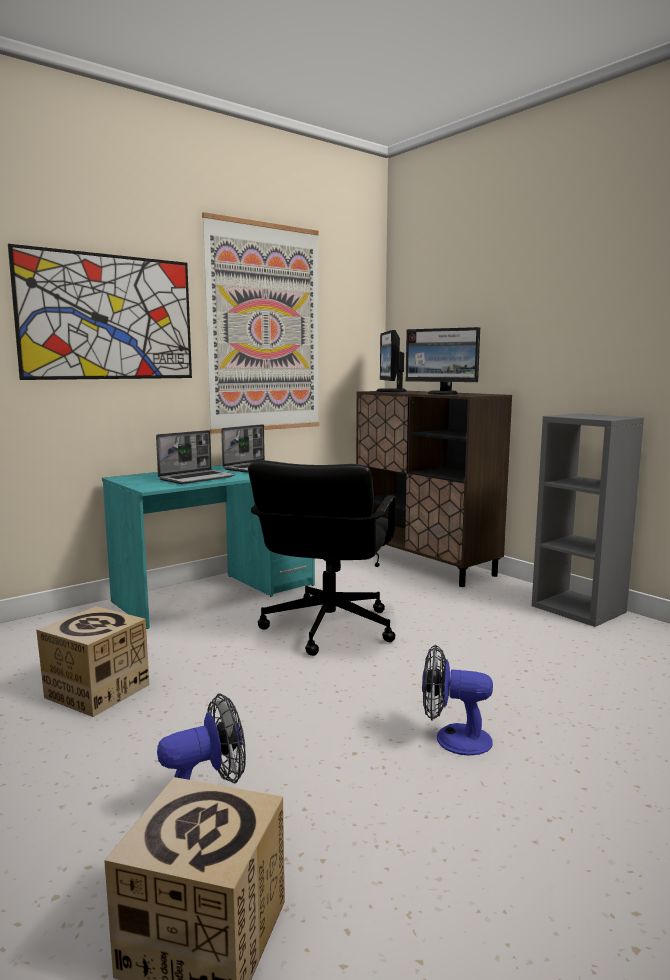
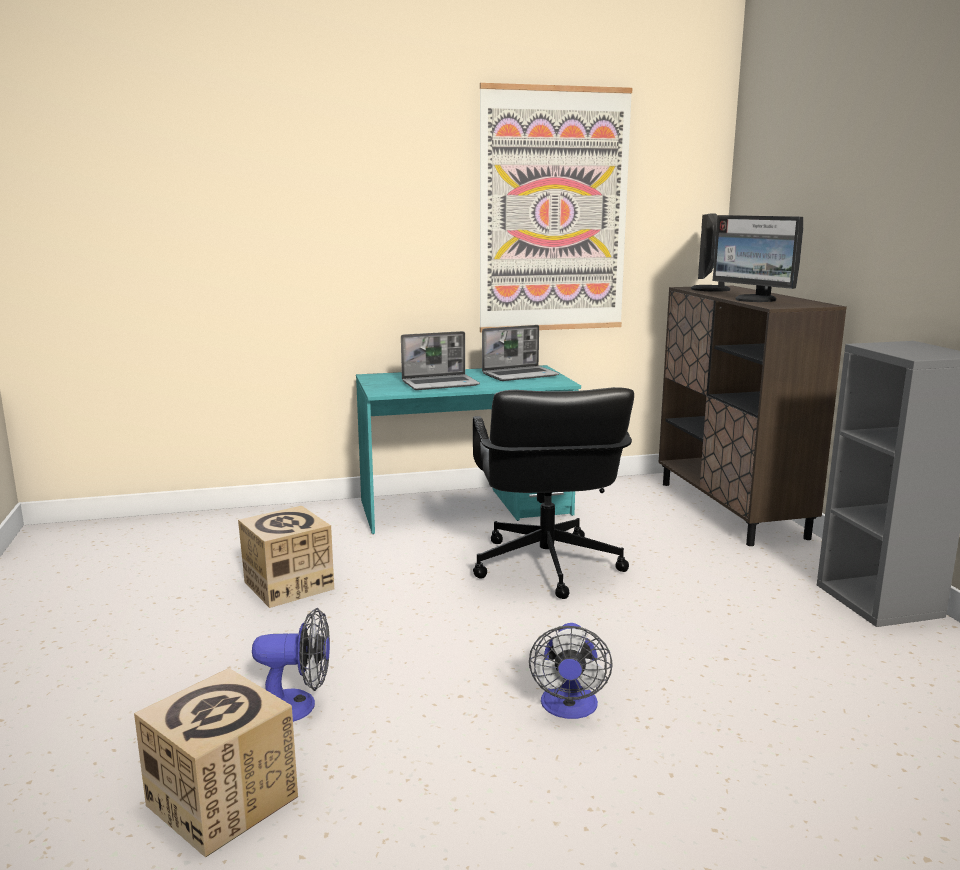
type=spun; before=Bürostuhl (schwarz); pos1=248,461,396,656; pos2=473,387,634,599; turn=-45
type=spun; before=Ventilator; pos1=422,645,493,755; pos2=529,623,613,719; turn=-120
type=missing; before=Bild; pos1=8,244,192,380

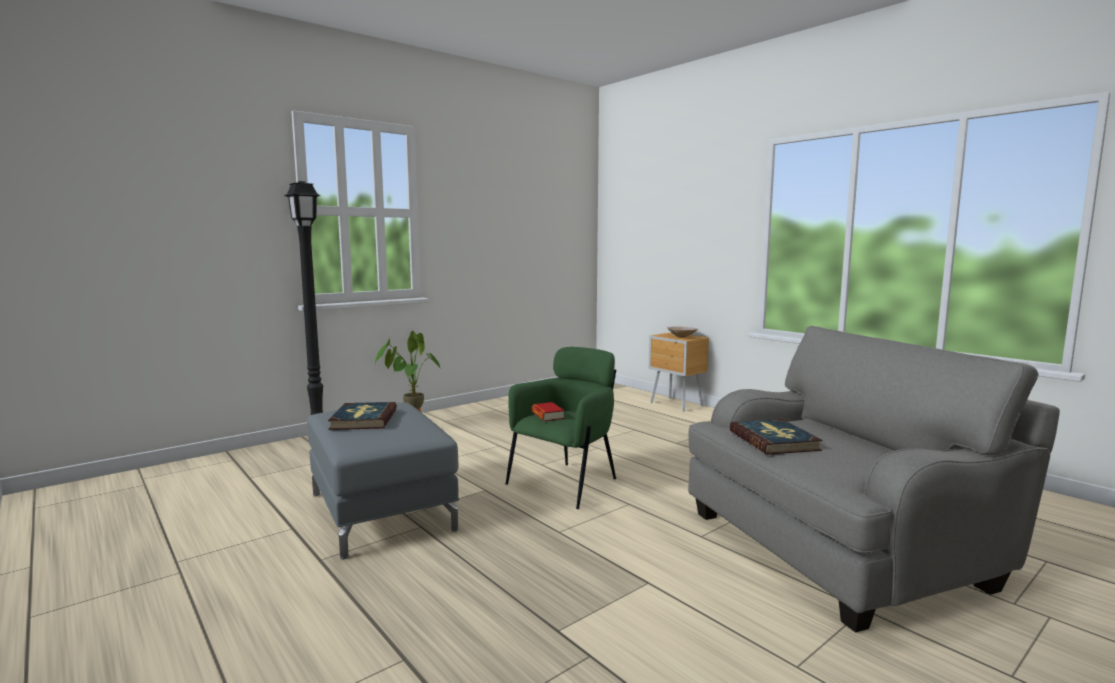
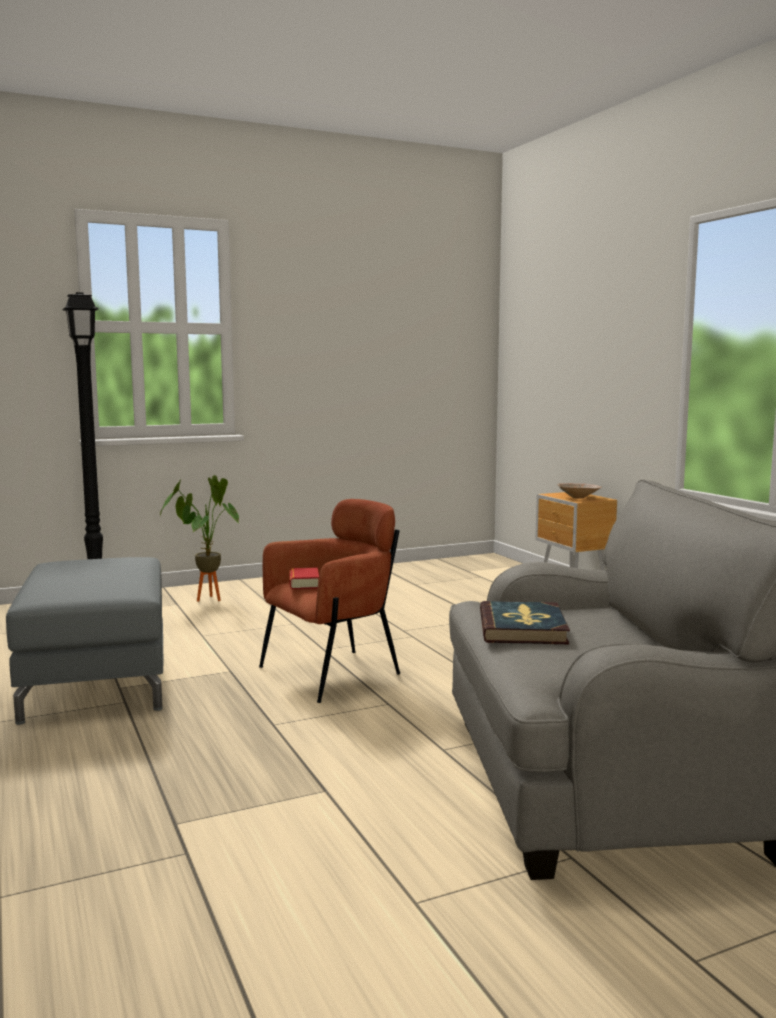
type=colour; before=Sessel (grün); after=Sessel (braun); pos1=505,347,616,509; pos2=259,499,400,703
type=missing; before=Buch; pos1=328,402,397,430

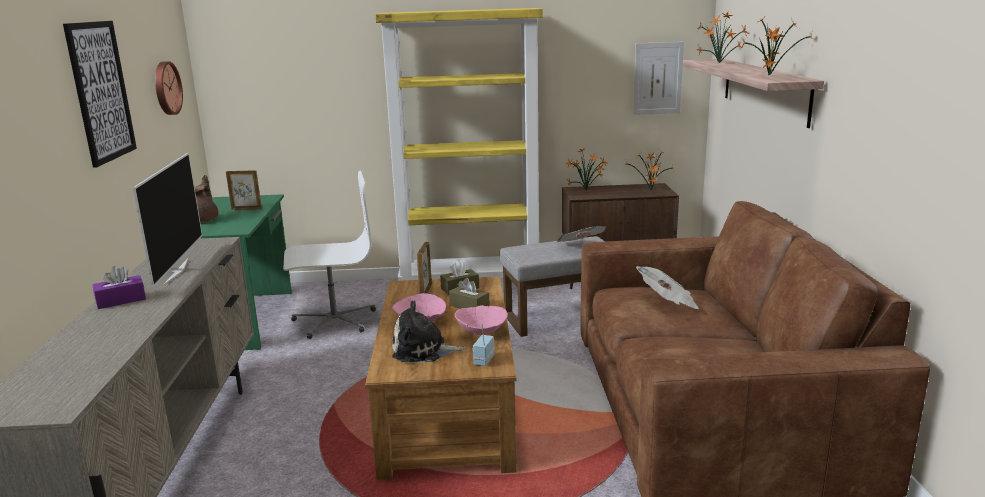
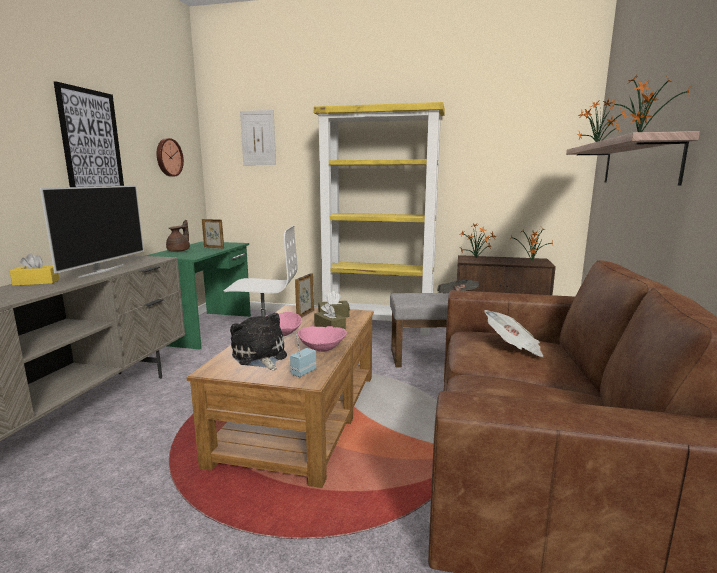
type=colour; before=Taschentuchbox (lila); after=Taschentuchbox (gelb); pos1=93,266,146,309; pos2=10,253,59,286
type=spun; before=Plüschtier; pos1=392,301,465,362; pos2=230,313,287,370; turn=45
type=relocated; before=Bild; pos1=633,42,684,115; pos2=240,110,276,165

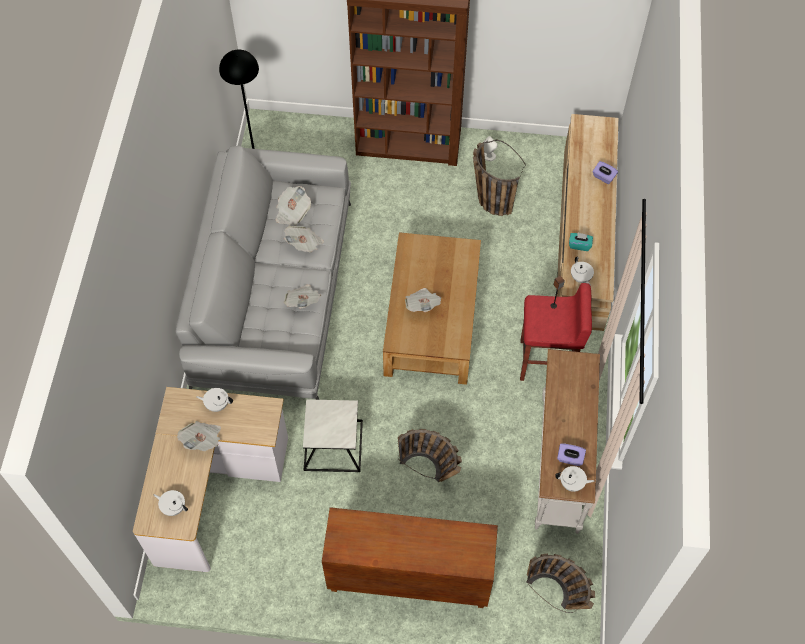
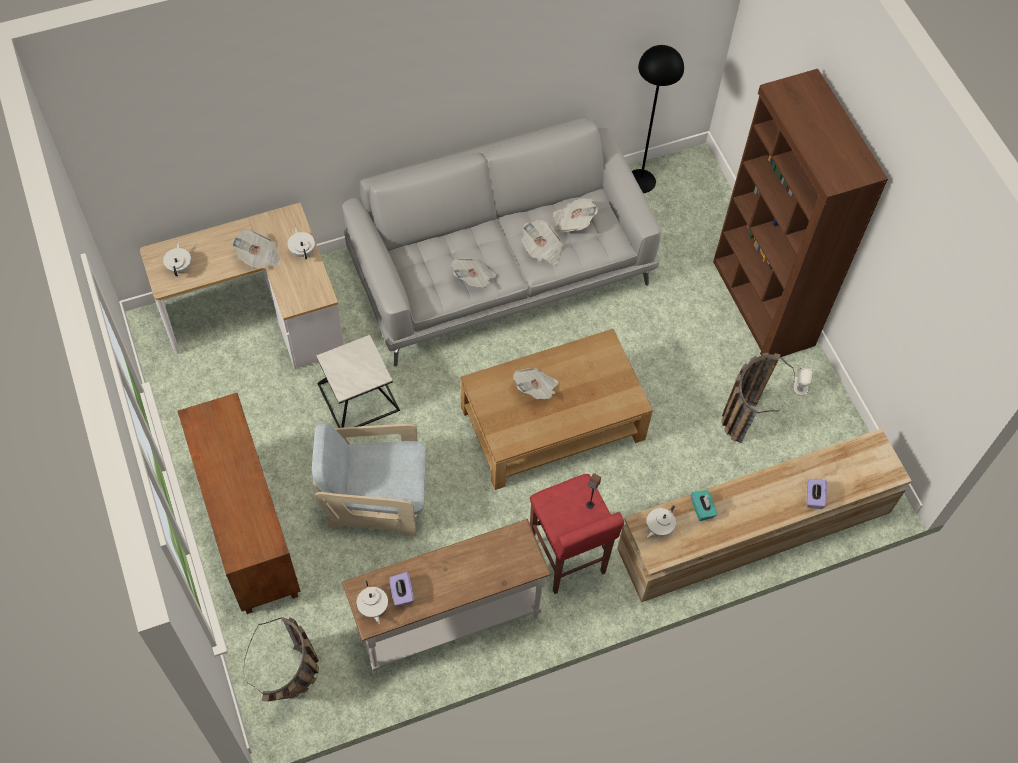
type=exchanged; before=Korb; after=Sessel (beige); pos1=398,429,462,482; pos2=312,423,426,536

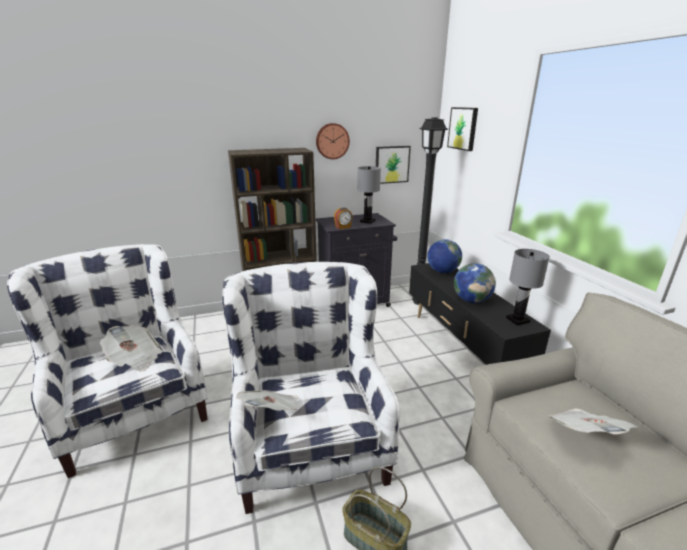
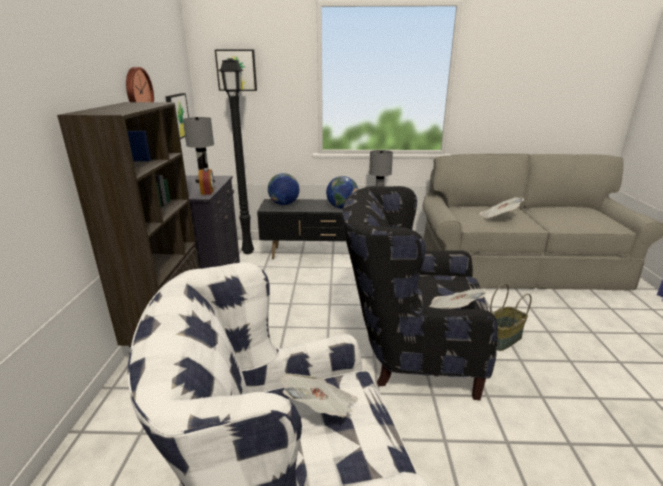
type=colour; before=Sessel (weiß); after=Sessel (schwarz); pos1=222,262,399,514; pos2=342,186,498,400

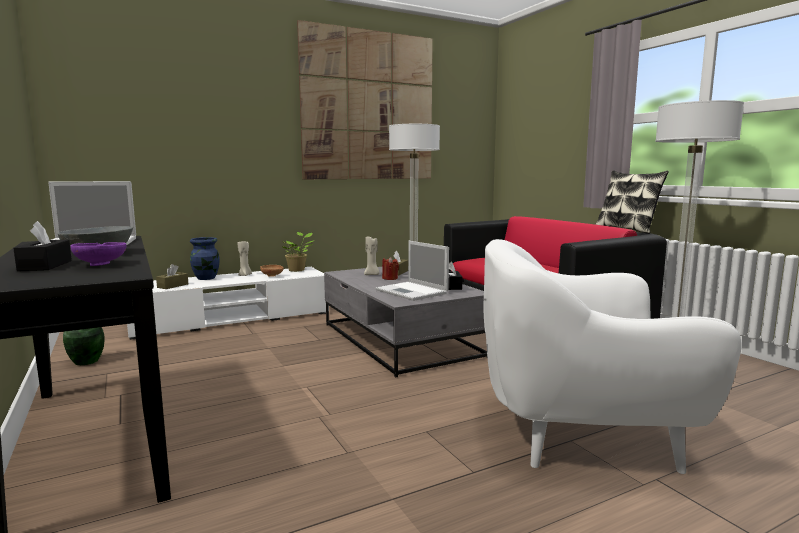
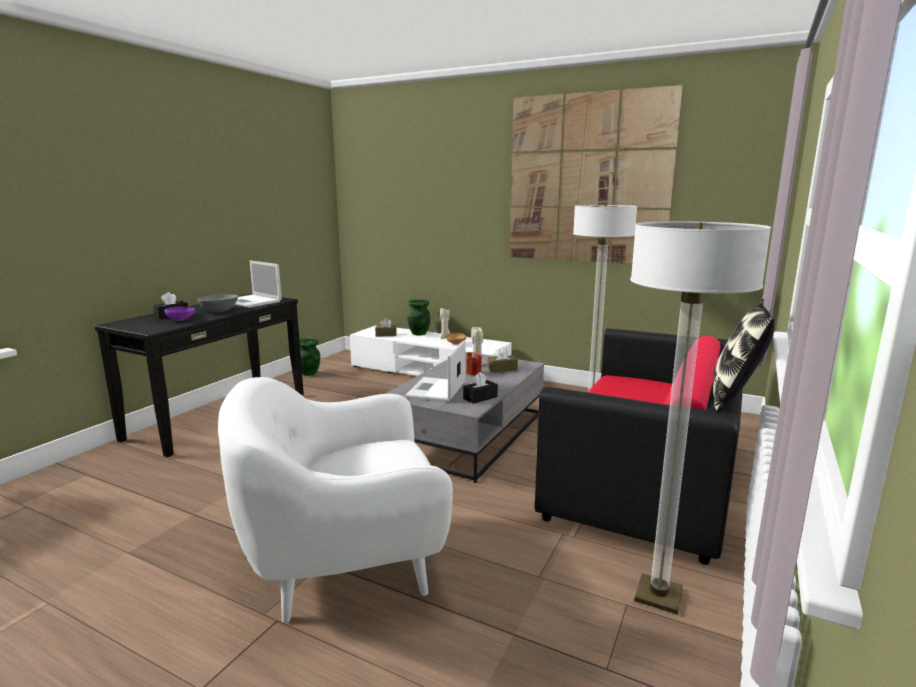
type=spun; before=Sessel (weiß); pos1=484,239,742,474; pos2=218,377,453,623; turn=-75
type=colour; before=Vase (blau); after=Vase (grün); pos1=190,237,220,280; pos2=407,299,430,336
type=missing; before=Topfpflanze; pos1=283,232,315,272

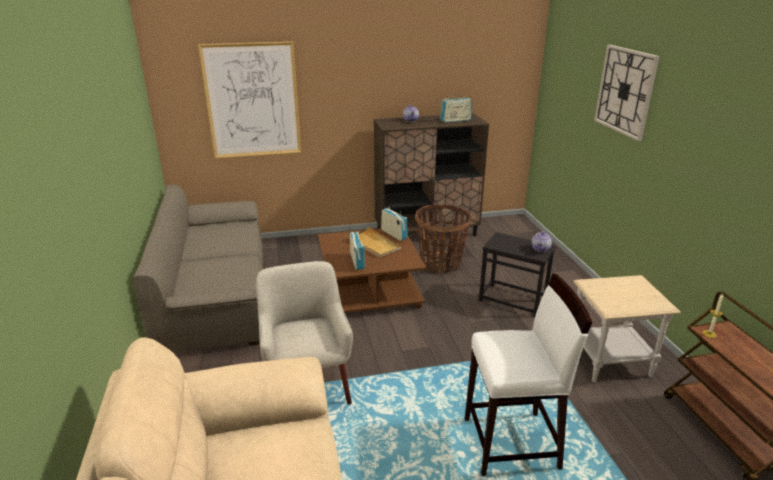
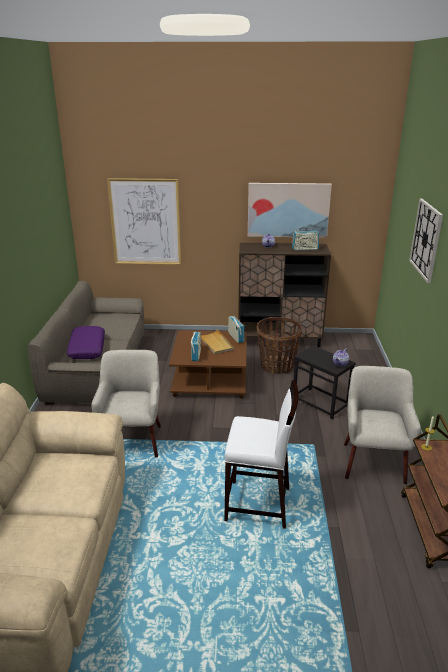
type=appeared; after=Kissen (lila); pos2=67,326,105,359
type=appeared; after=Bild; pos2=248,183,332,238
type=exchanged; before=Beistelltisch (beige); after=Sessel (beige); pos1=573,275,681,382; pos2=344,366,421,484

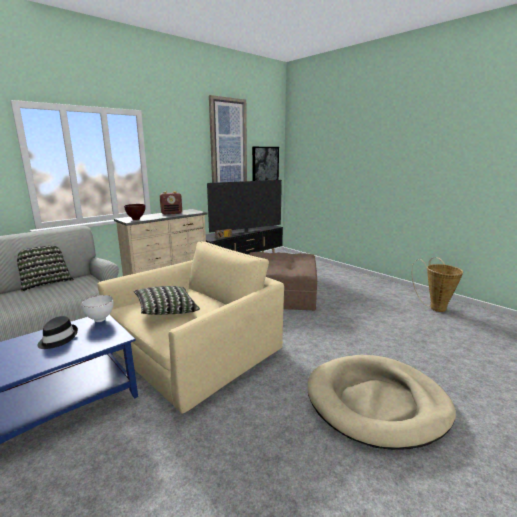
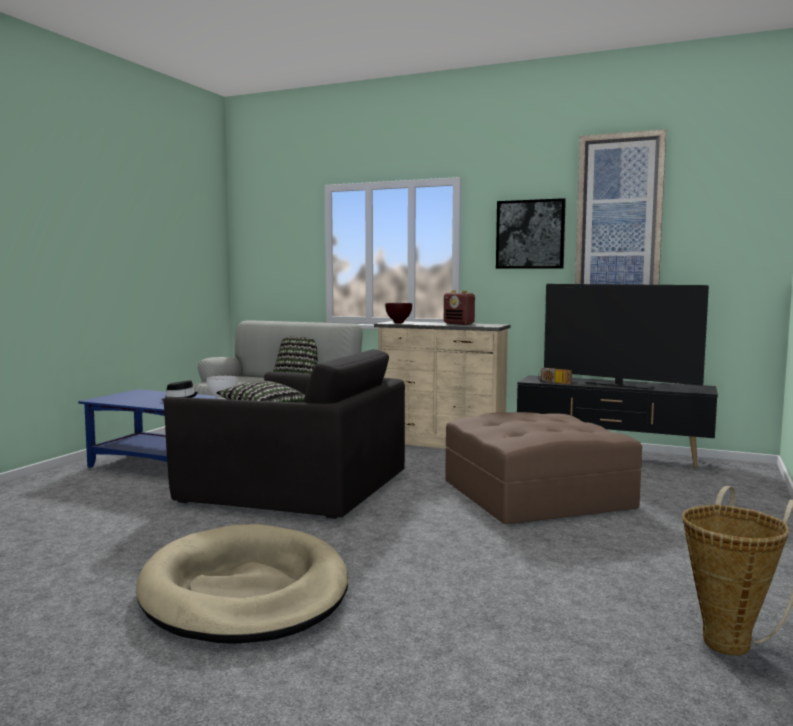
type=colour; before=Sessel (beige); after=Sessel (schwarz); pos1=97,241,284,414; pos2=164,349,405,519
type=relocated; before=Bild; pos1=252,147,279,181; pos2=496,198,566,269

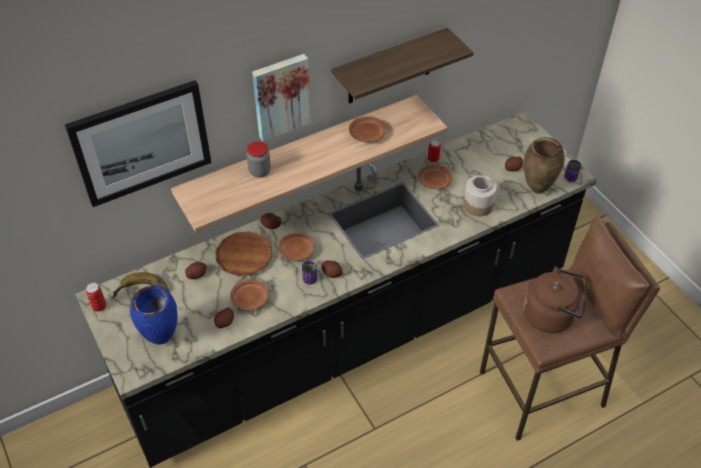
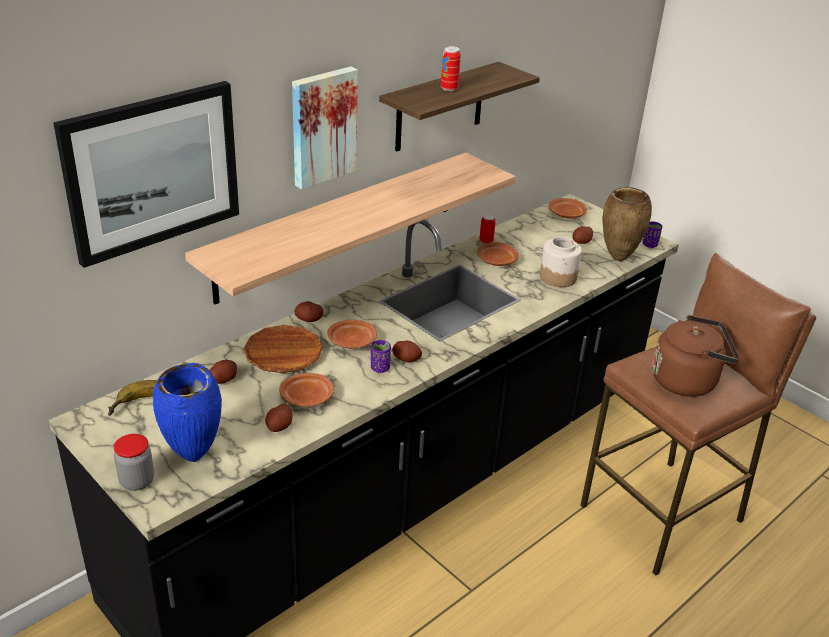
type=relocated; before=Vorratsglas; pos1=247,141,271,177; pos2=114,434,154,491
type=relocated; before=Dose; pos1=86,283,106,312; pos2=441,46,461,91
type=relocated; before=Teller (braun); pos1=349,117,386,142; pos2=549,198,587,219

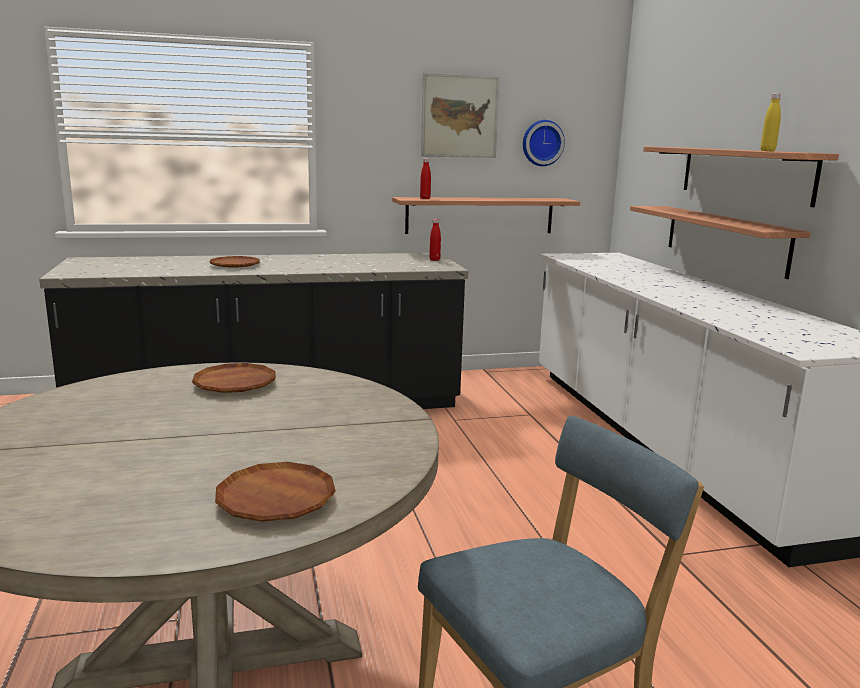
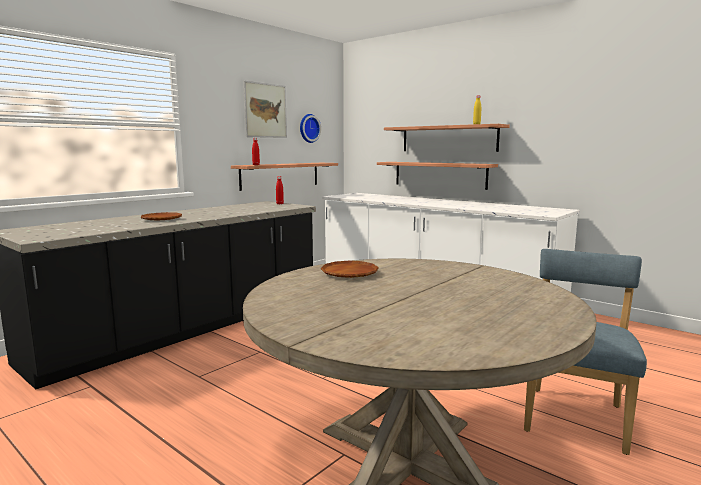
type=missing; before=Teller (braun); pos1=215,462,336,522

